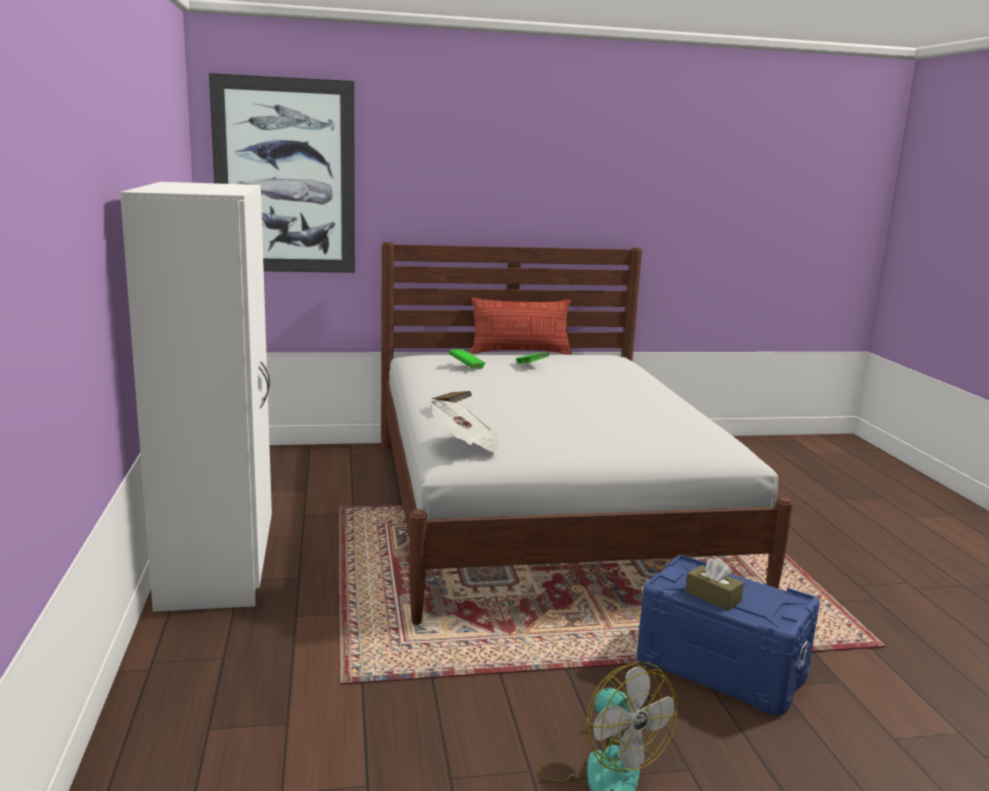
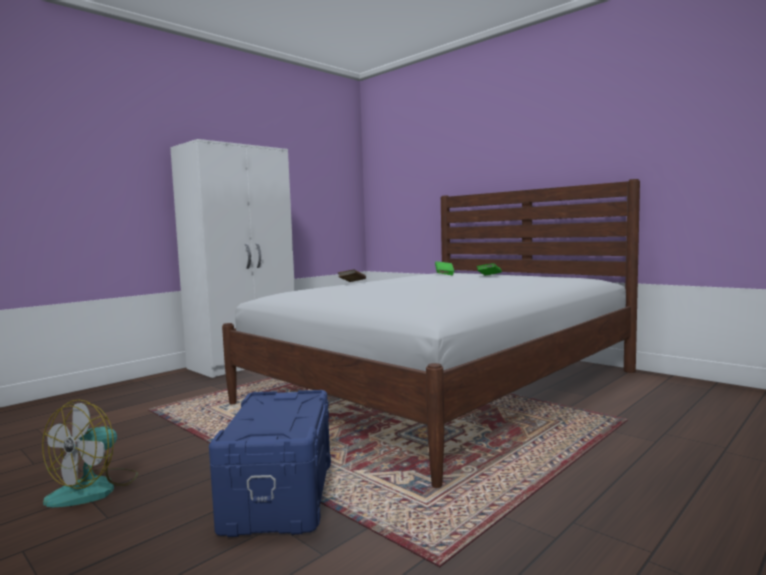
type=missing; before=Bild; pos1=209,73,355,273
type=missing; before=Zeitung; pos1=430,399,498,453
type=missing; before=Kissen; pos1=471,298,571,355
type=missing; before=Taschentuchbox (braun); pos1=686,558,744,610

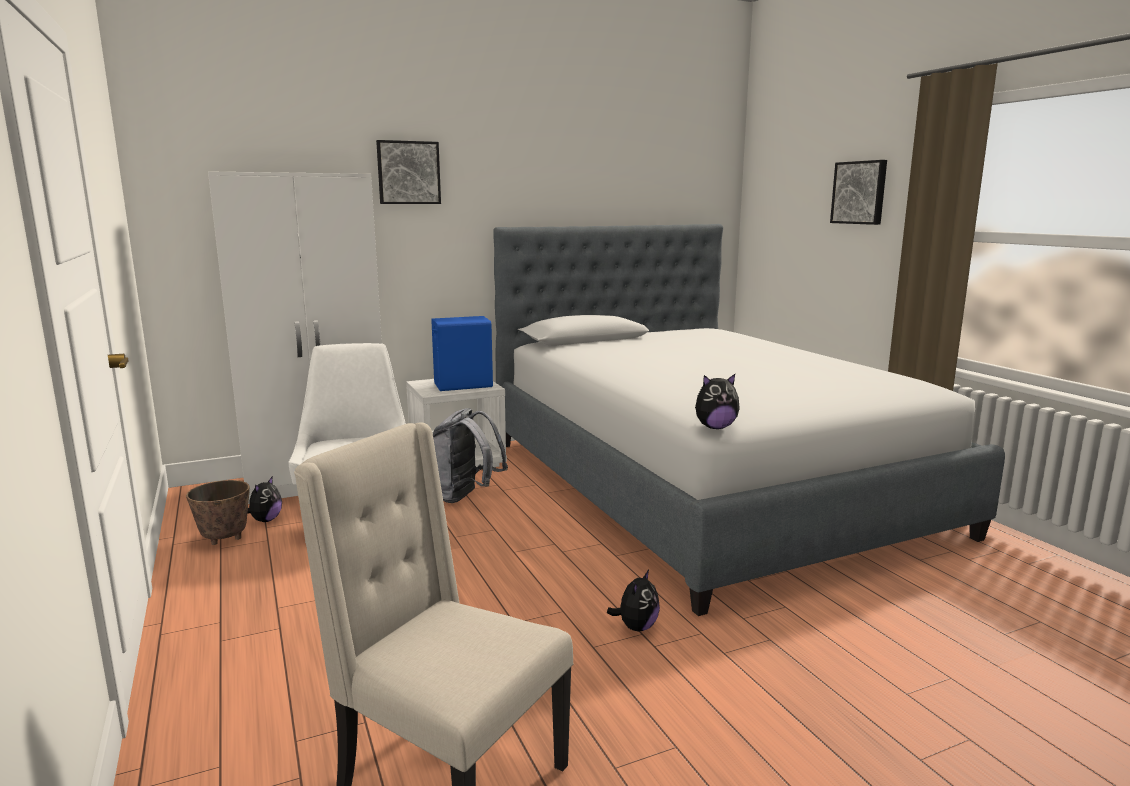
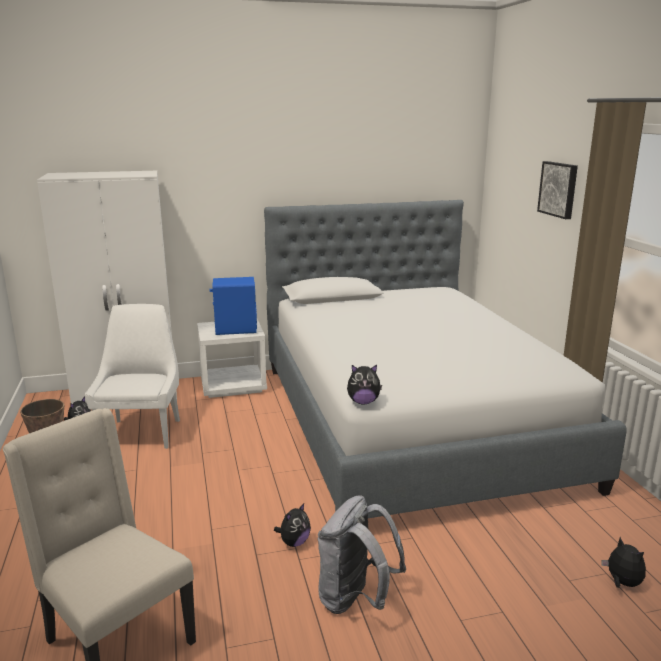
type=relocated; before=Rucksack (grau); pos1=433,408,508,503; pos2=317,495,406,614
type=appeared; after=Plüschtier; pos2=601,537,646,588
type=missing; before=Bild; pos1=376,140,441,204

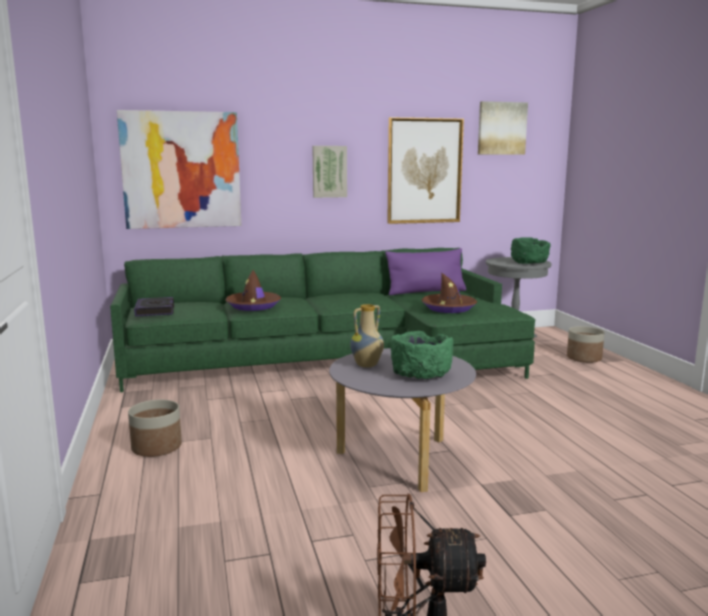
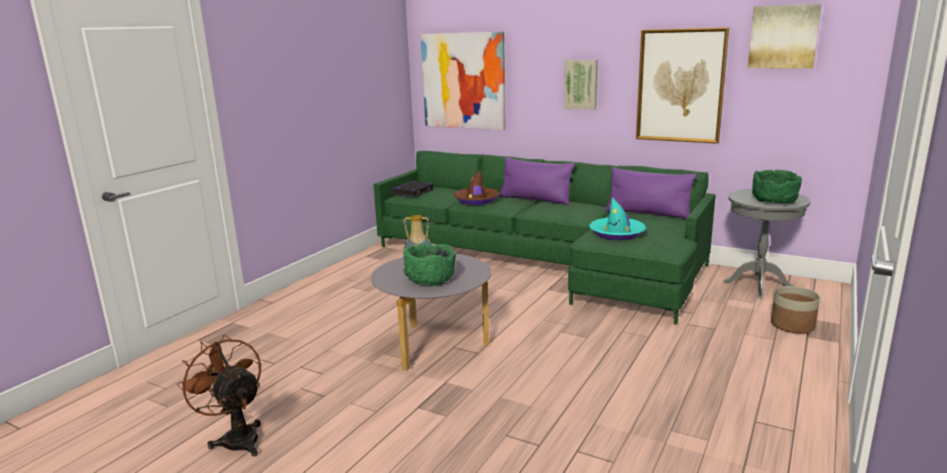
type=appeared; after=Kissen (lila); pos2=499,157,575,205
type=colour; before=Hut (braun); after=Hut (türkis); pos1=421,273,477,313; pos2=589,198,646,240
type=missing; before=Pflanzkübel; pos1=128,400,182,457

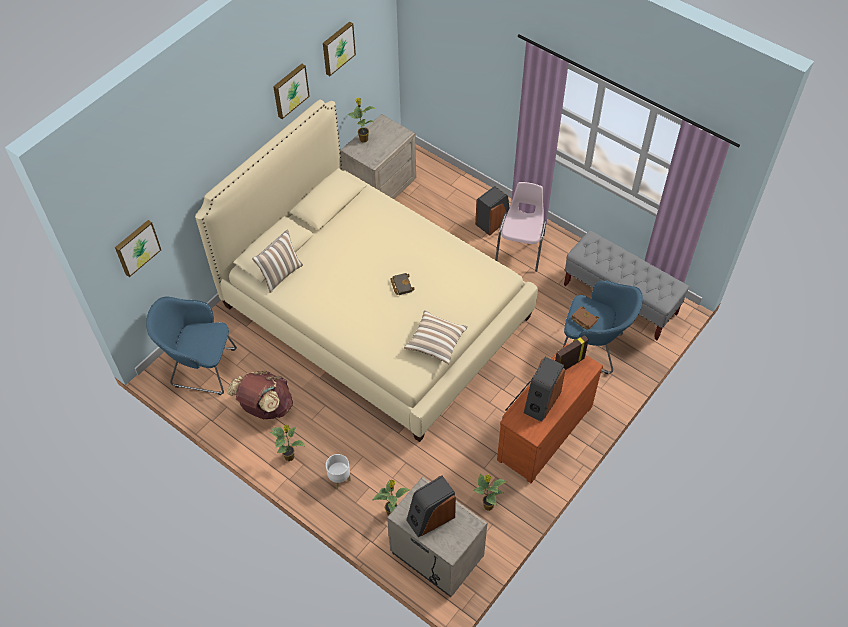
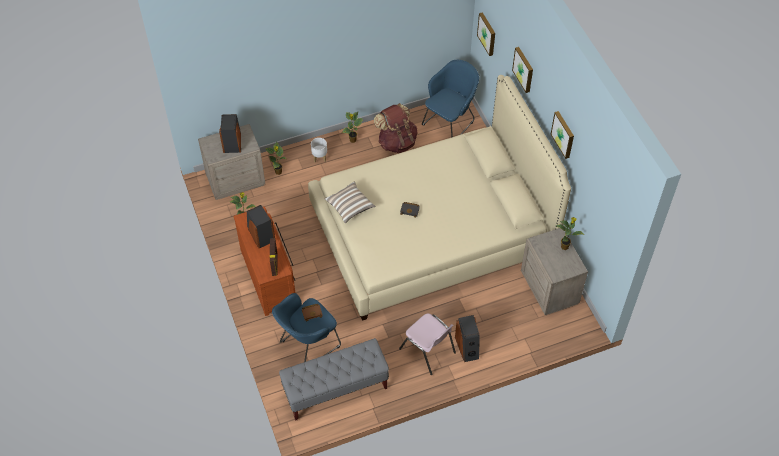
type=relocated; before=Bild; pos1=323,21,356,76; pos2=512,47,533,93
type=missing; before=Kissen; pos1=252,230,303,293

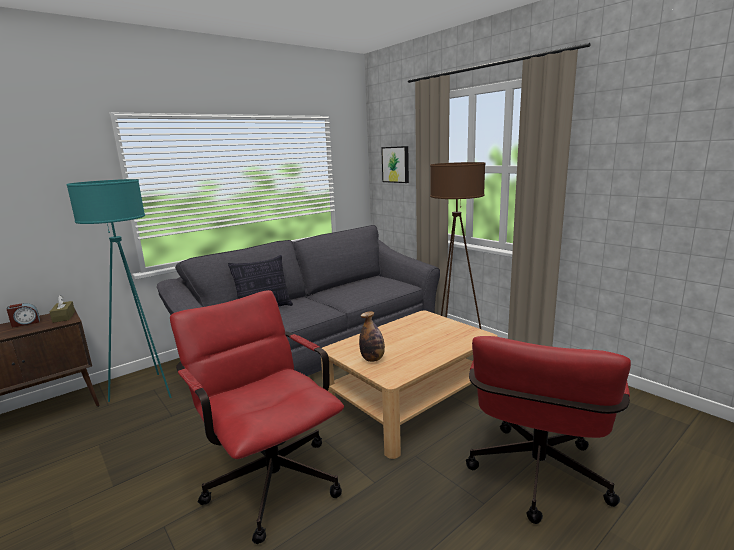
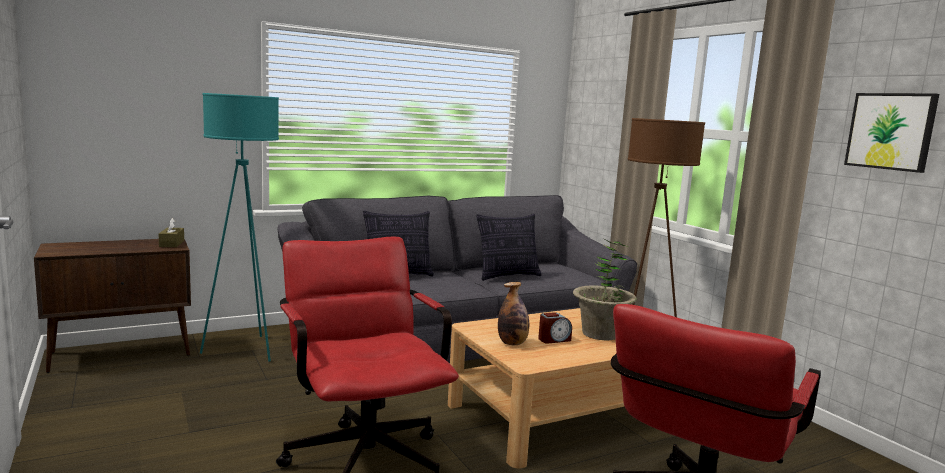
type=appeared; after=Kissen; pos2=476,214,542,281
type=relocated; before=Wecker; pos1=7,303,40,327; pos2=538,312,572,344
type=appeared; after=Topfpflanze; pos2=573,241,637,341
type=relocated; before=Bild; pos1=381,146,409,183; pos2=844,93,939,173

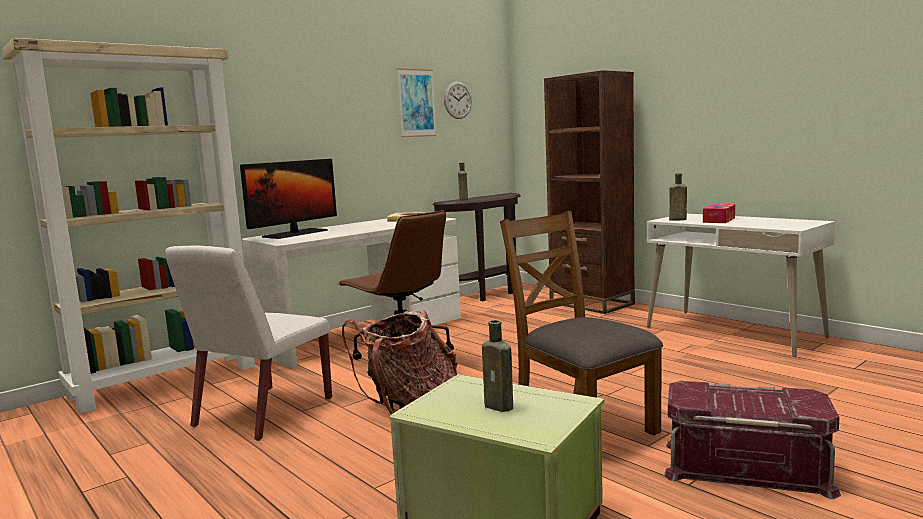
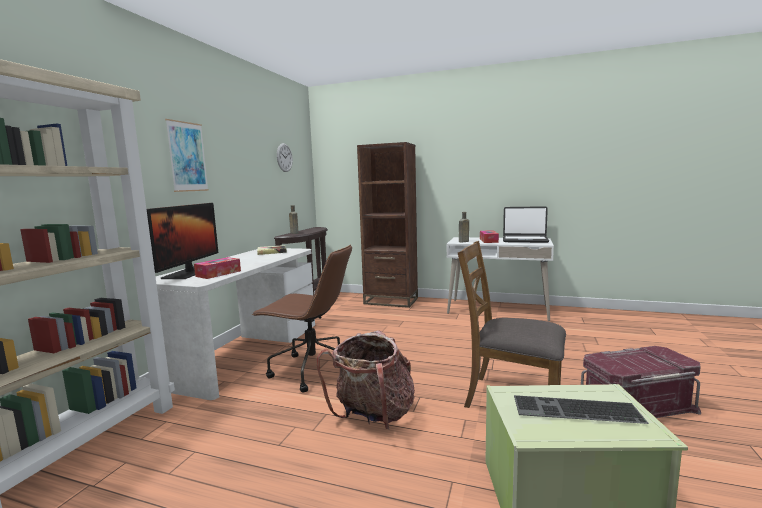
type=relocated; before=Bild; pos1=397,68,437,137; pos2=165,119,209,192
type=appeared; after=Taschentuchbox; pos2=194,257,241,279
type=appeared; after=Laptop; pos2=503,206,549,243
type=exchanged; before=Flasche (braun); after=Tastatur; pos1=482,320,513,412; pos2=514,395,649,424
type=missing; before=Stuhl (weiß); pos1=165,246,332,441

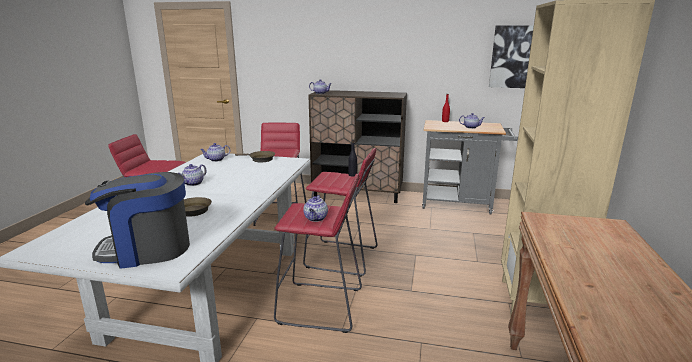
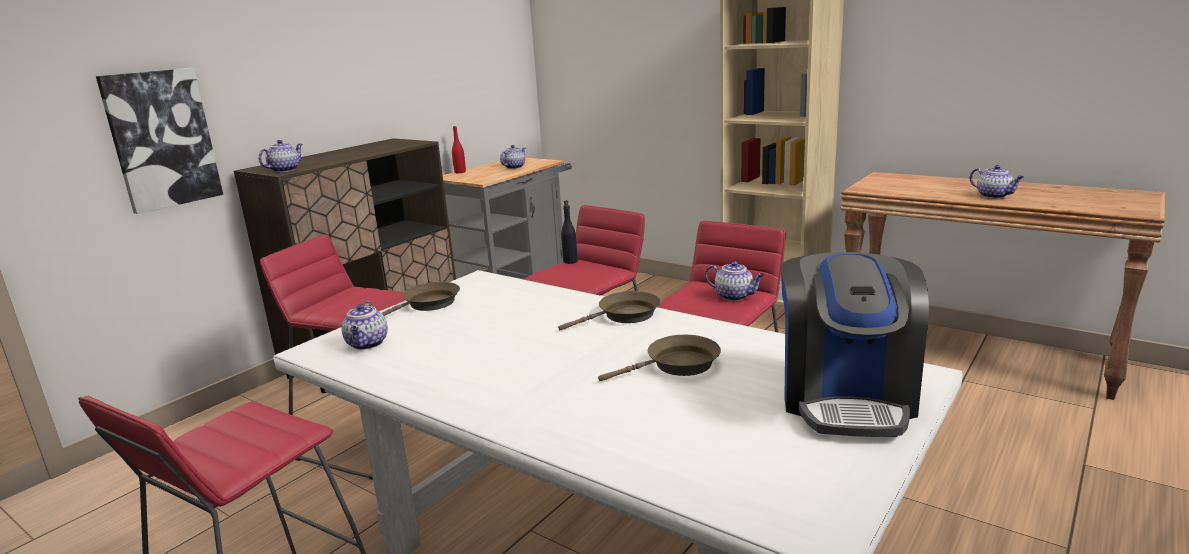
type=relocated; before=Bild; pos1=489,25,534,88; pos2=96,68,223,214
type=appeared; after=Pfanne (braun); pos2=558,291,660,330
type=relocated; before=Teekanne; pos1=178,164,207,186; pos2=970,165,1024,198

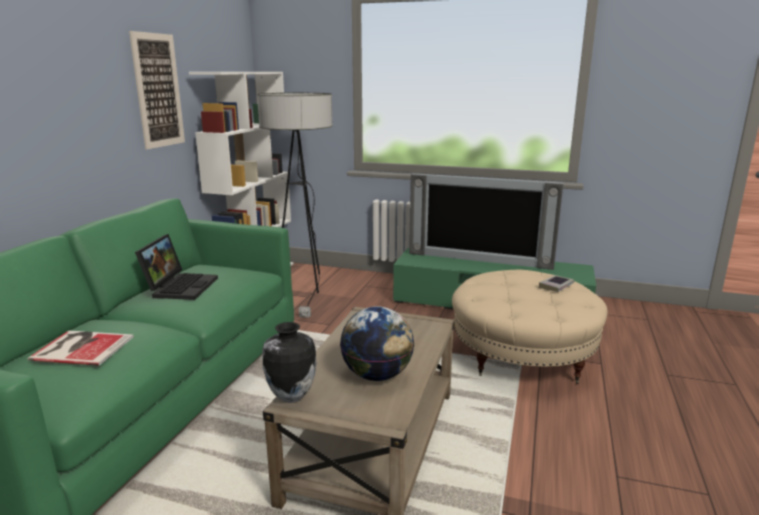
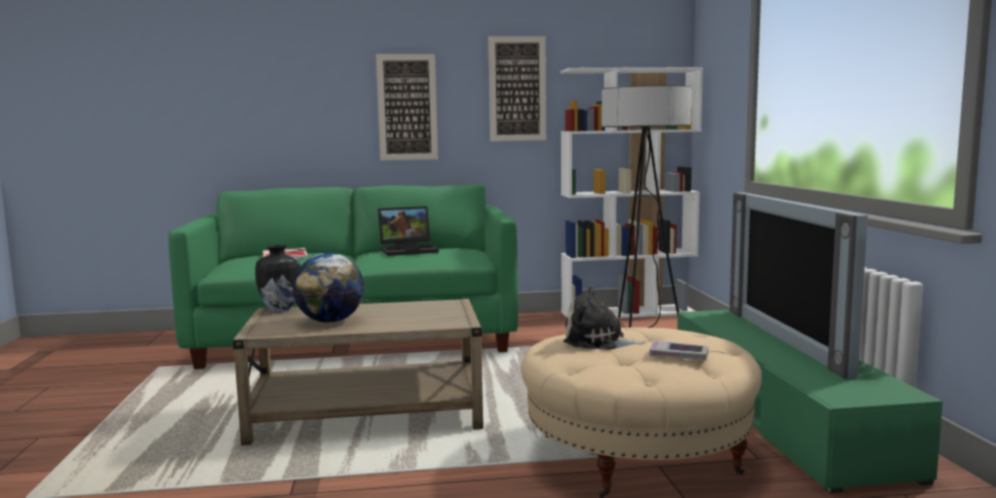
type=appeared; after=Bild; pos2=376,54,438,160
type=appeared; after=Plüschtier; pos2=564,287,646,350

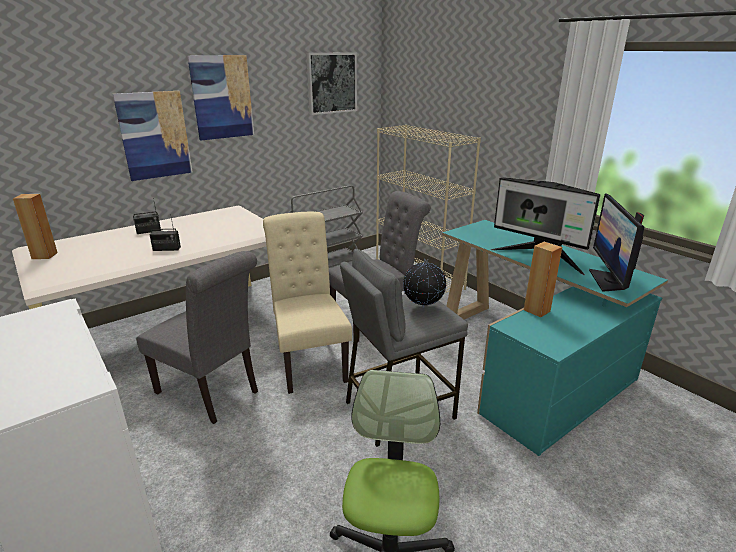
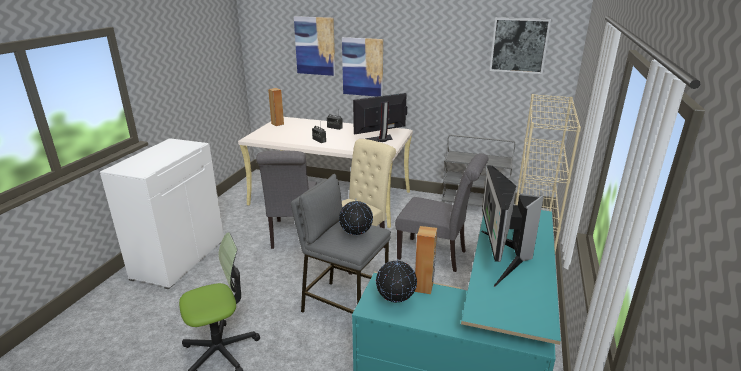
type=relocated; before=Bild; pos1=187,55,254,140; pos2=294,16,335,76
type=relocated; before=Monitor; pos1=589,193,644,292; pos2=353,93,407,142
type=appeared; after=Globus; pos2=376,259,417,303

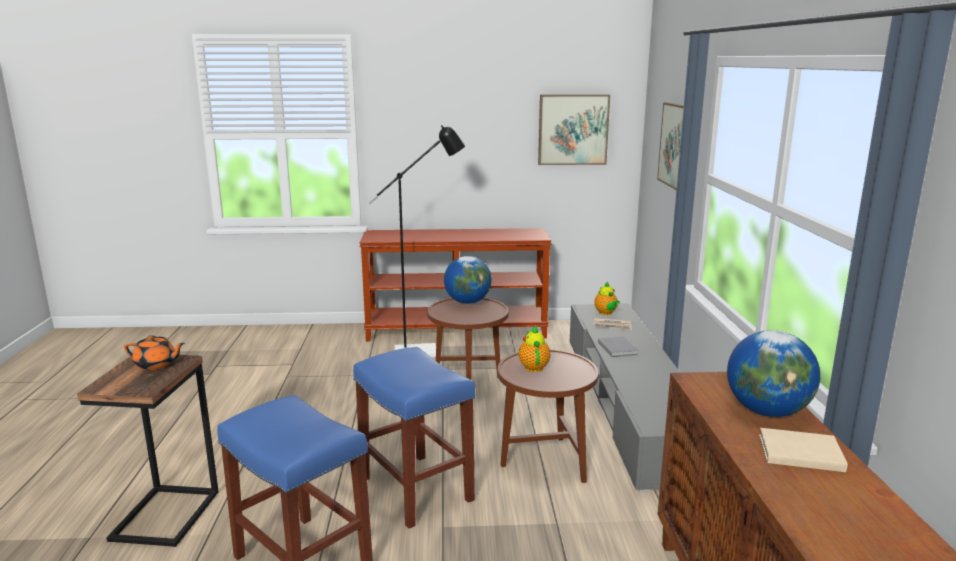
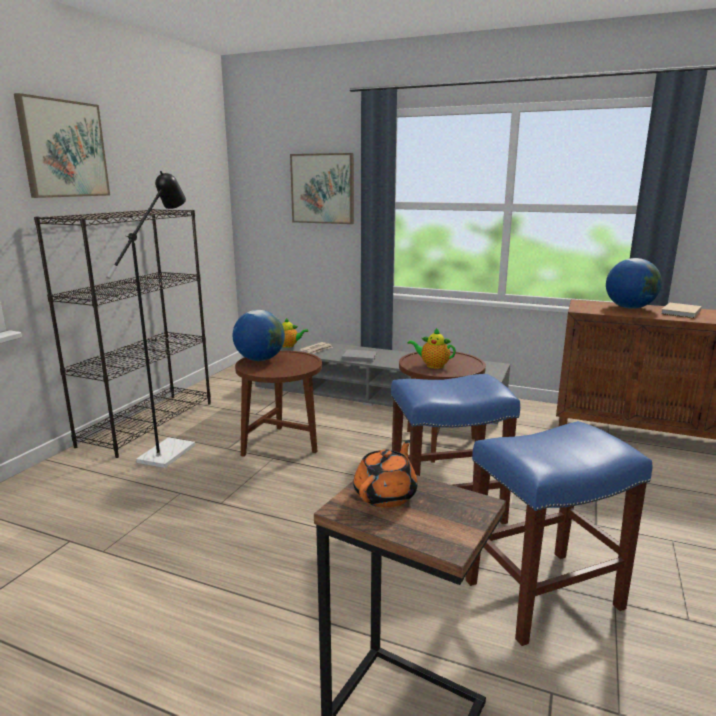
type=relocated; before=Bild; pos1=538,94,610,165; pos2=14,93,110,198
type=exchanged; before=Konsolentisch (braun); after=Bücherregal (schwarz); pos1=359,228,552,342; pos2=34,209,211,458

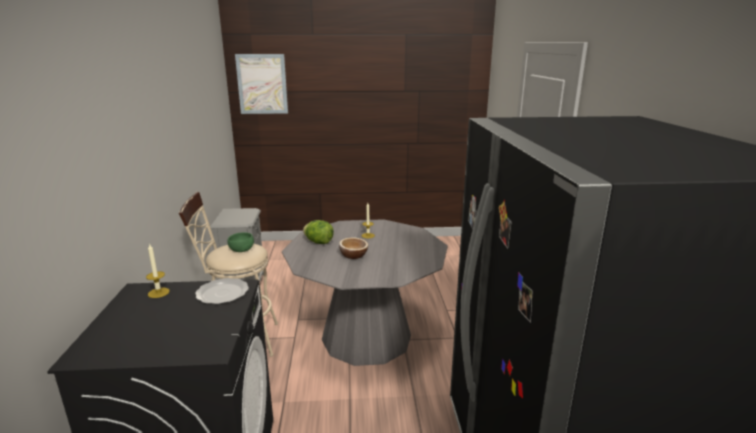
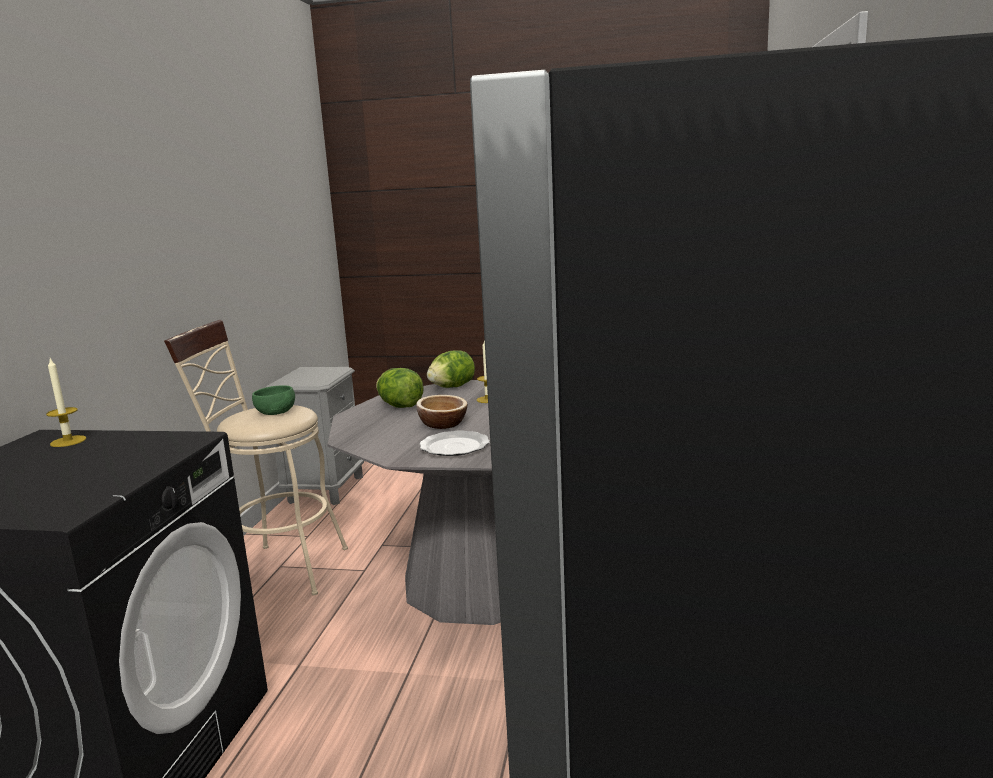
type=relocated; before=Teller; pos1=195,278,249,304; pos2=419,430,490,456
type=appeared; after=Salatkopf; pos2=427,350,475,388
type=missing; before=Bild; pos1=235,54,288,114

